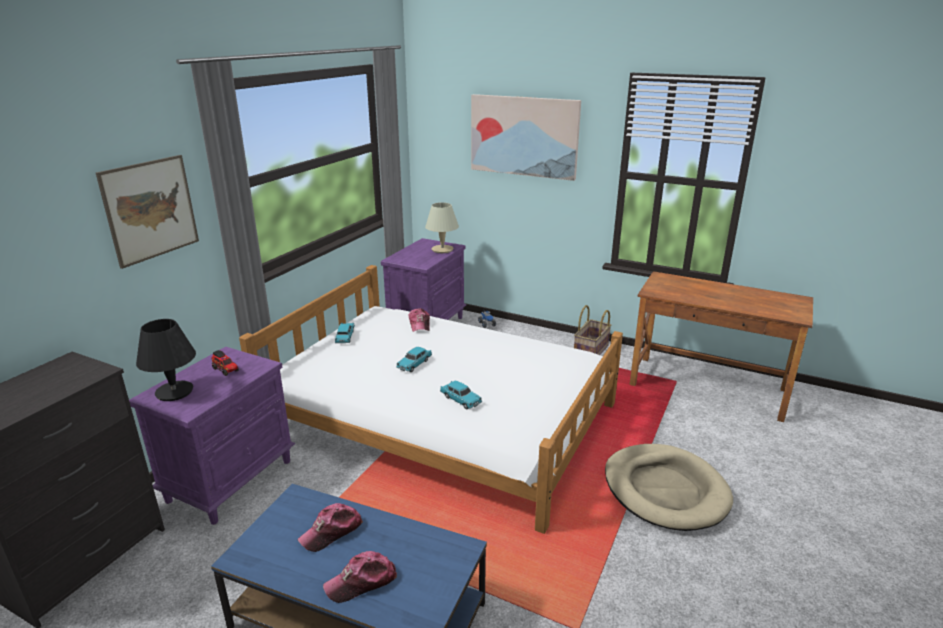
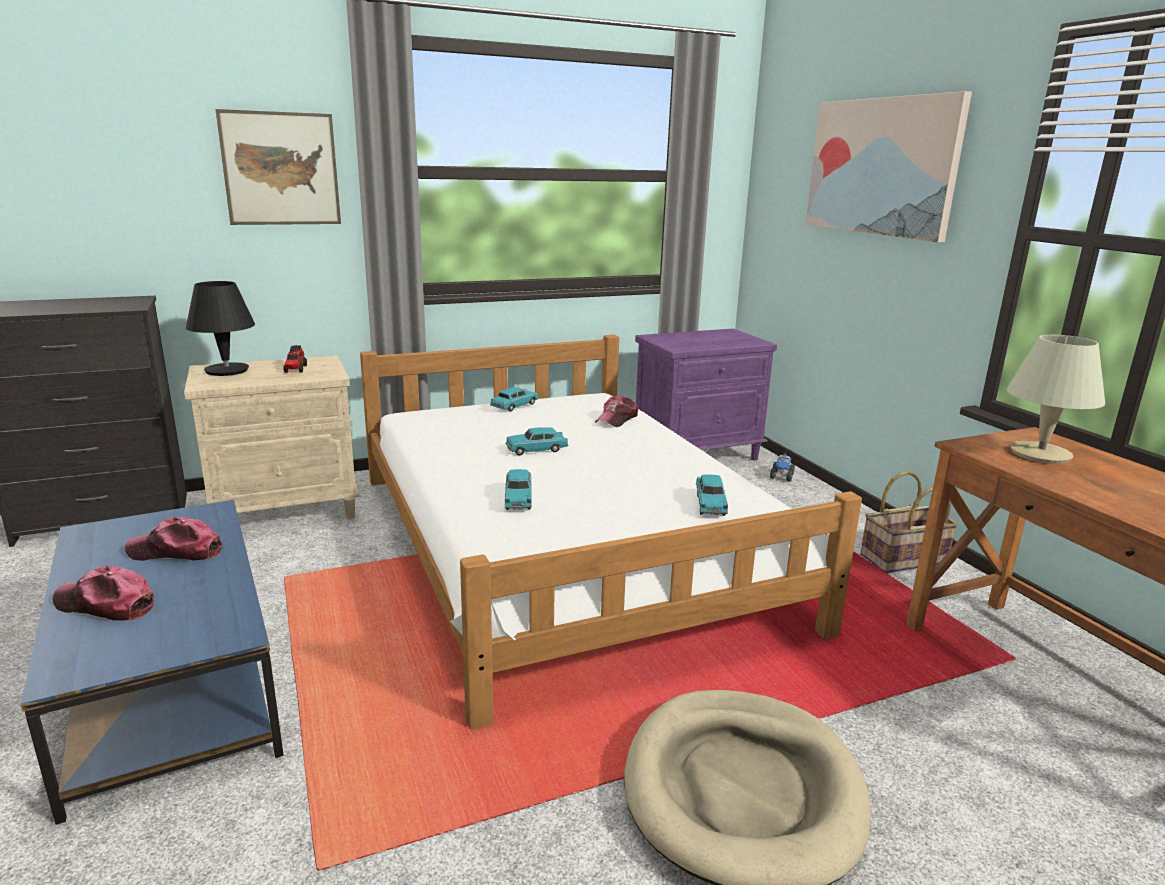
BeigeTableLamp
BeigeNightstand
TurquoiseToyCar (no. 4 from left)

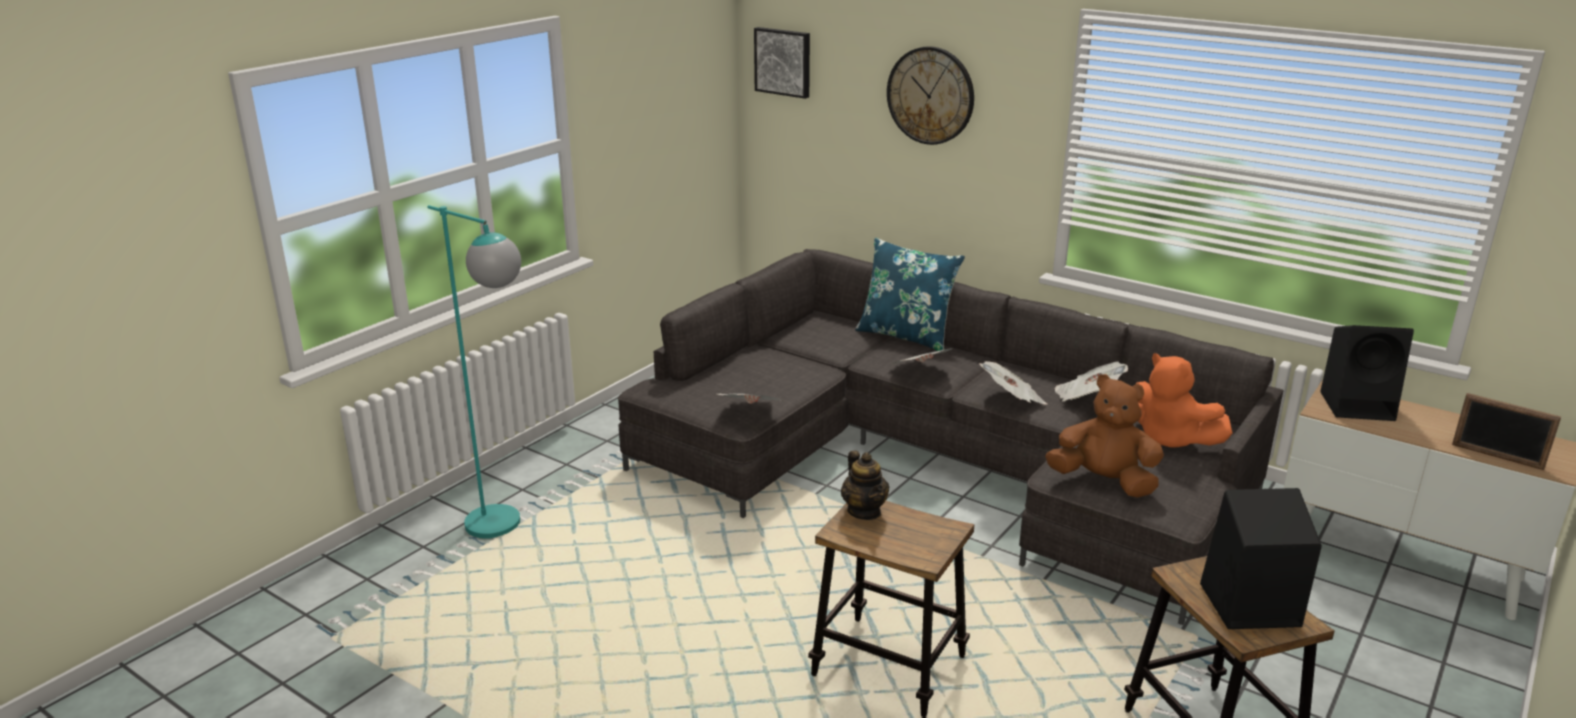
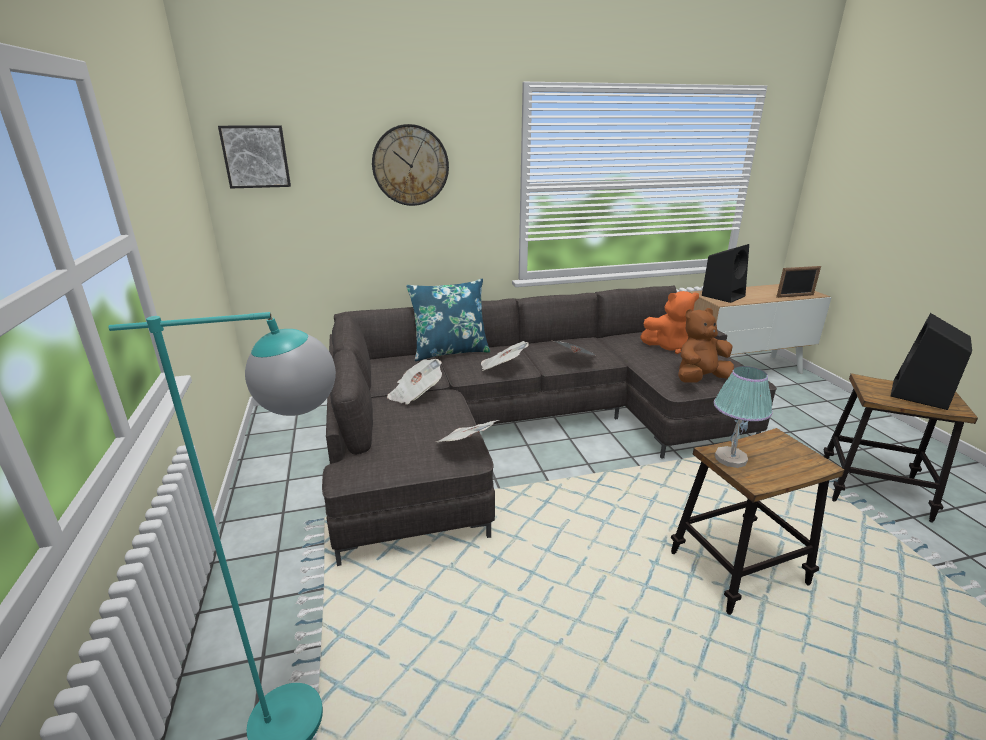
Newspaper (no. 1 from left)
TableLamp

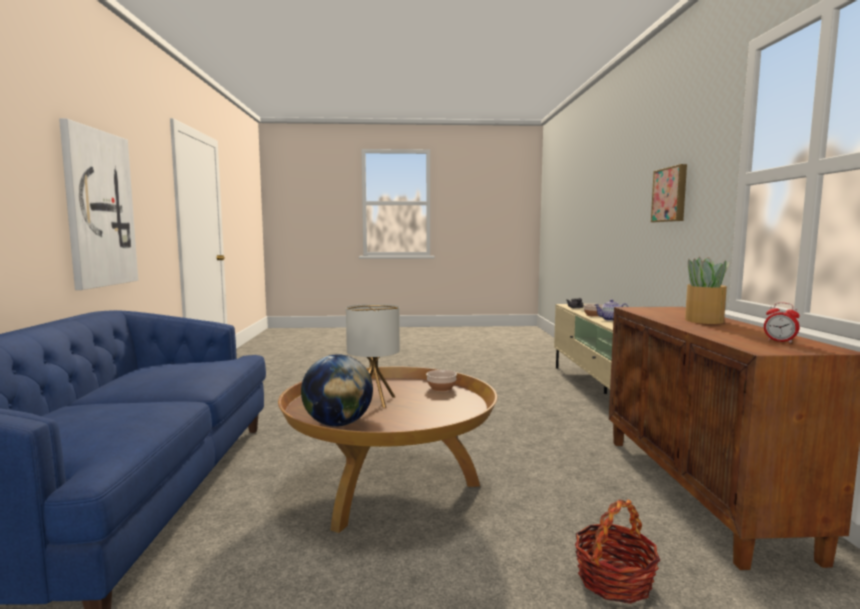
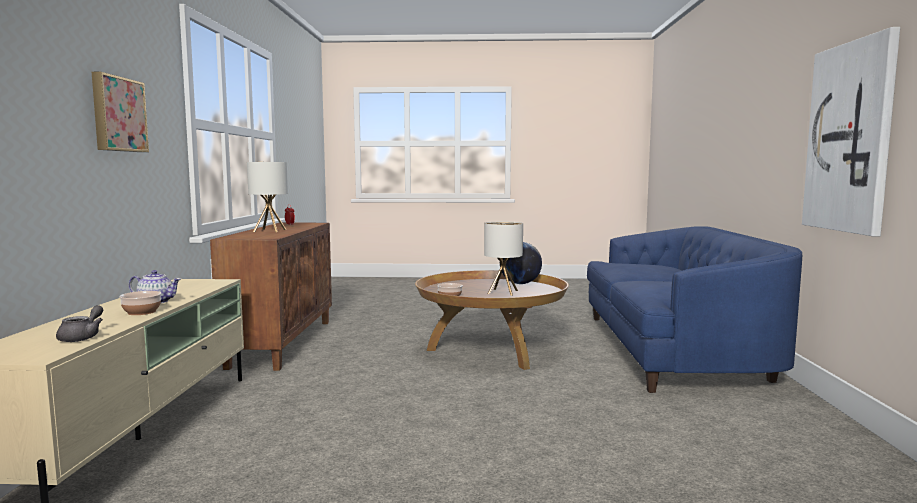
TableLamp (no. 1 from left)
Basket

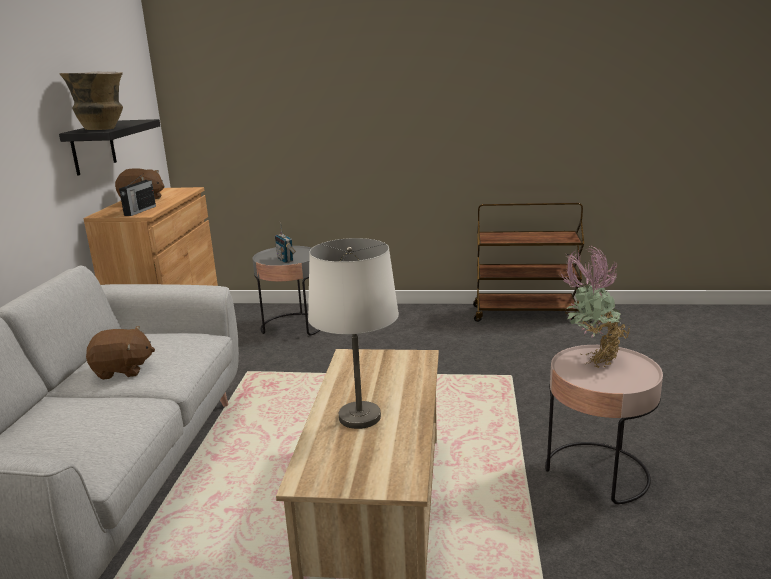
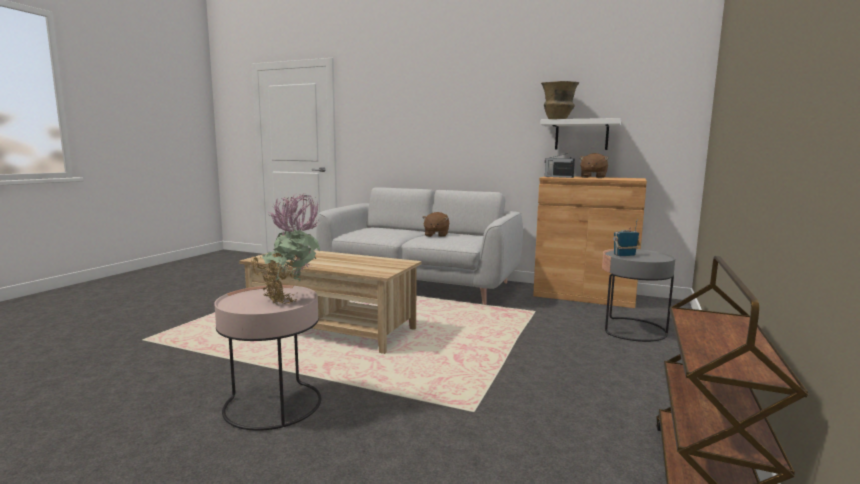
WhiteShelf
WhiteTableLamp

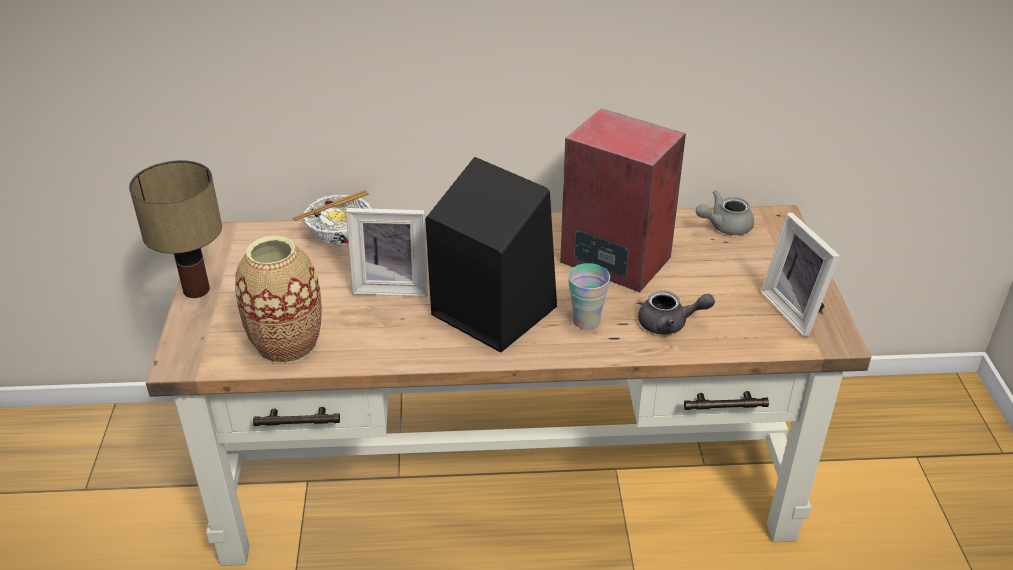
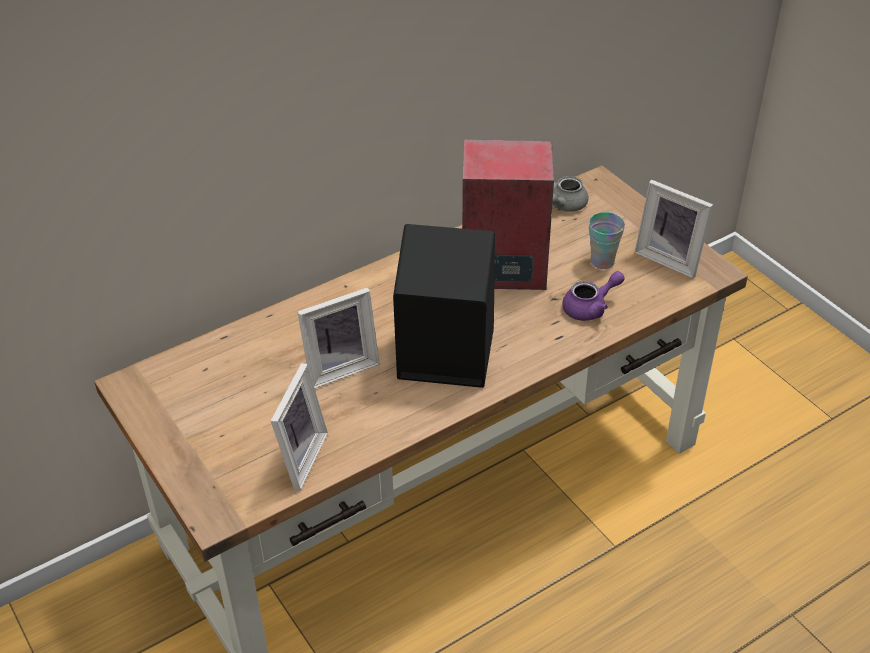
TableLamp
Bowl
PictureFrame (no. 1 from left)
Cup
PurpleTeapot

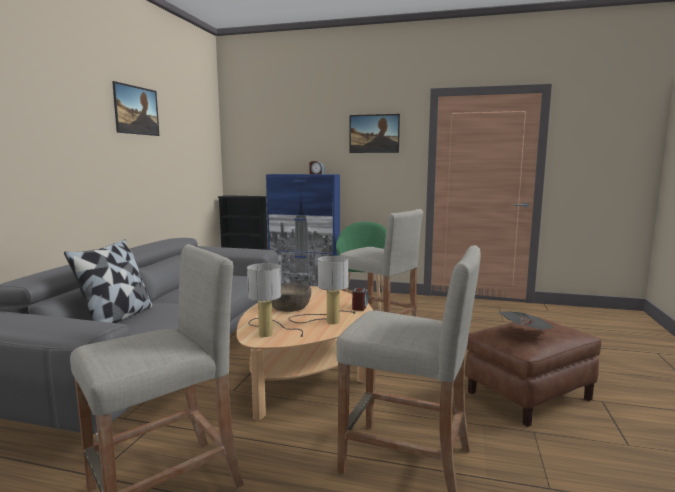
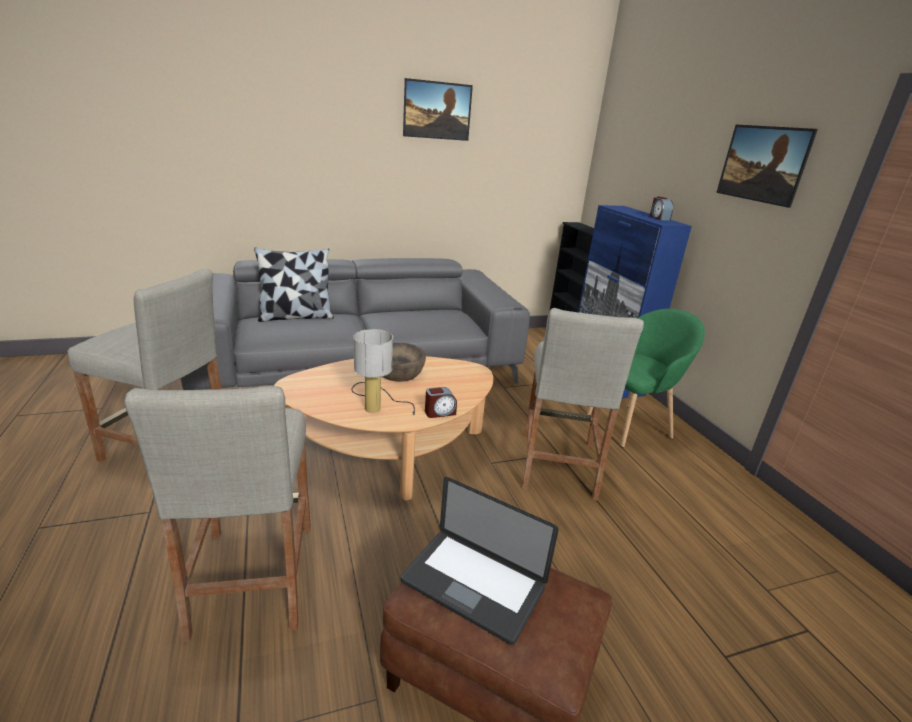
TableLamp (no. 1 from left in the first image)
Laptop

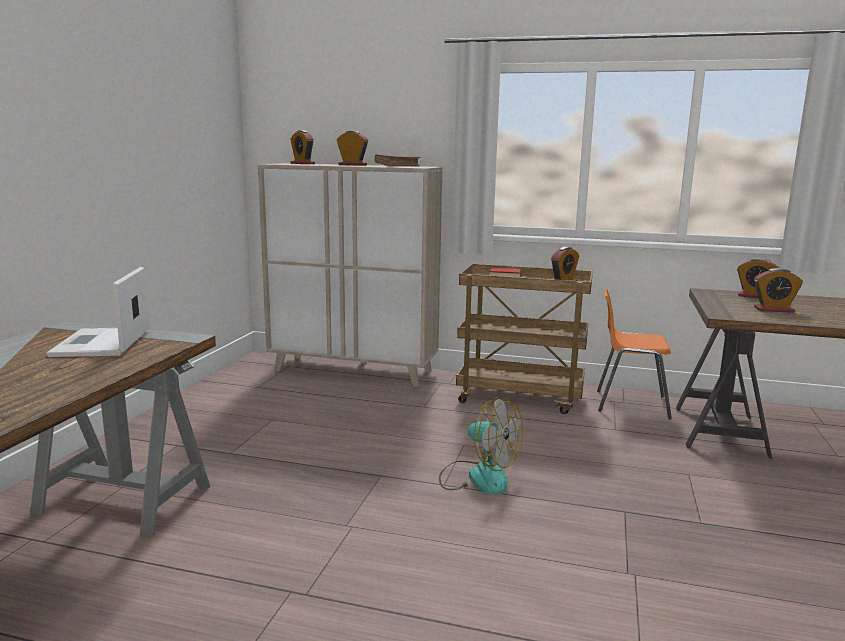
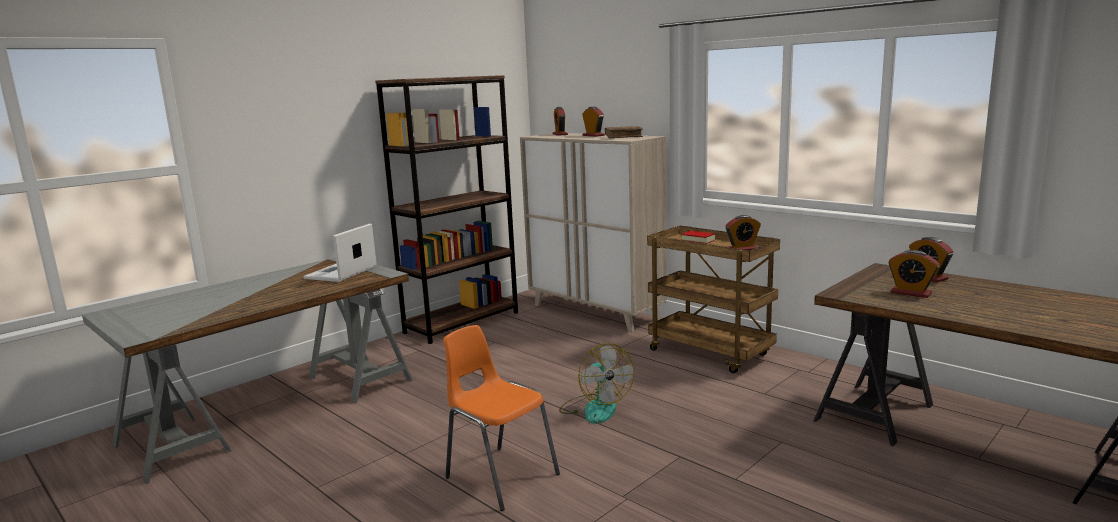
OrangeChair
BrownBookcase

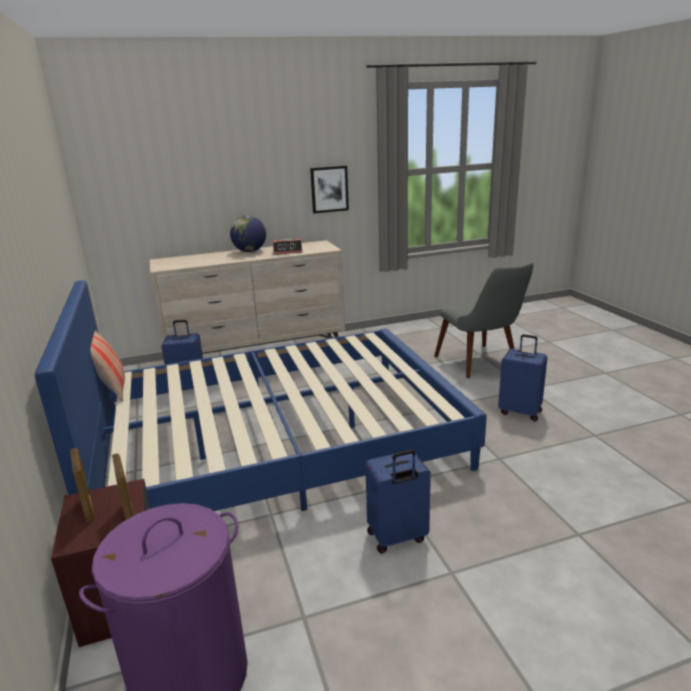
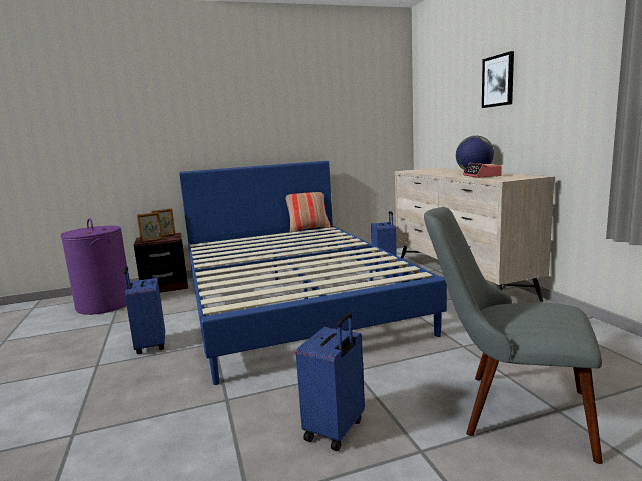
Picture
GreyChair

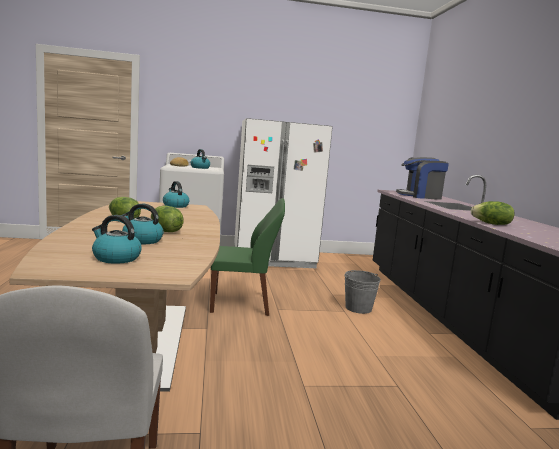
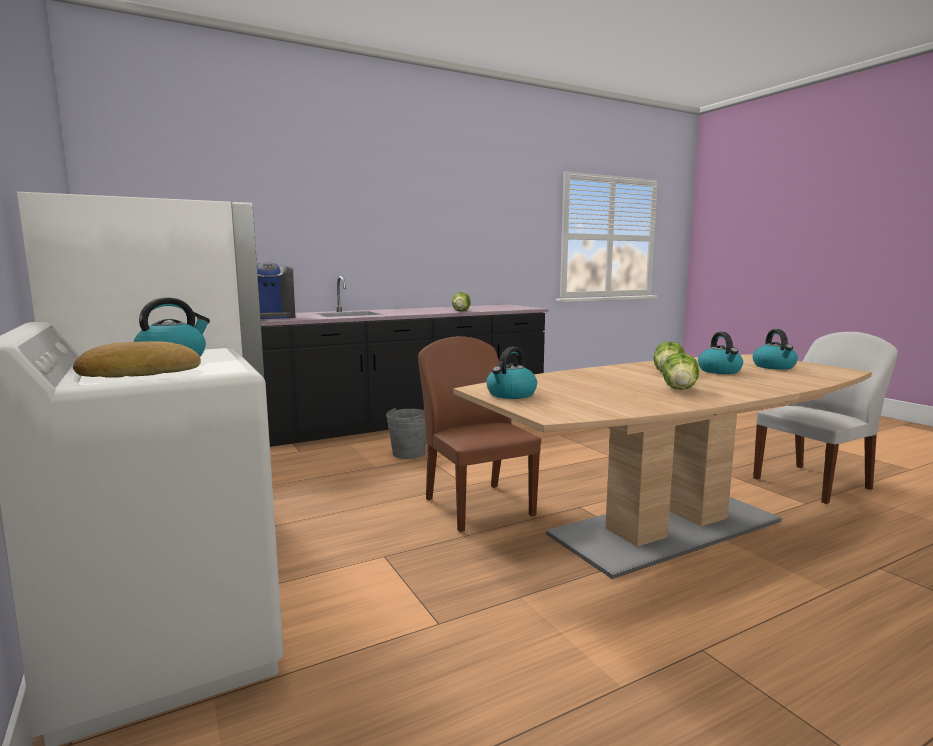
BrownChair

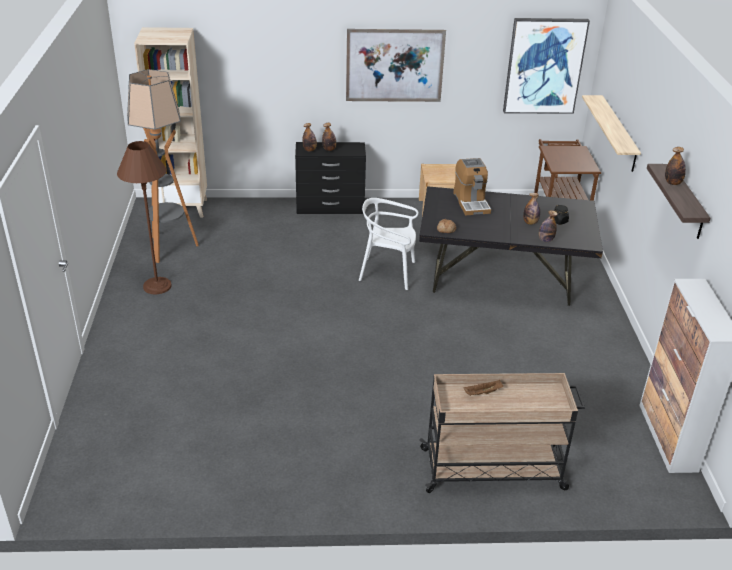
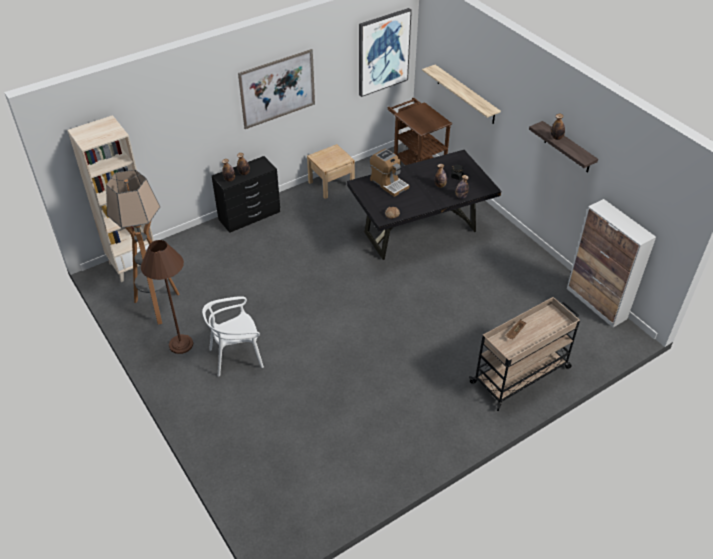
WhiteChair

